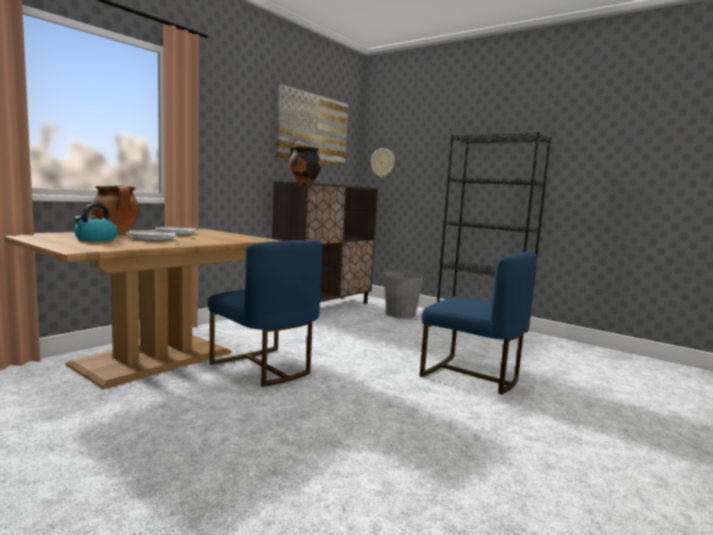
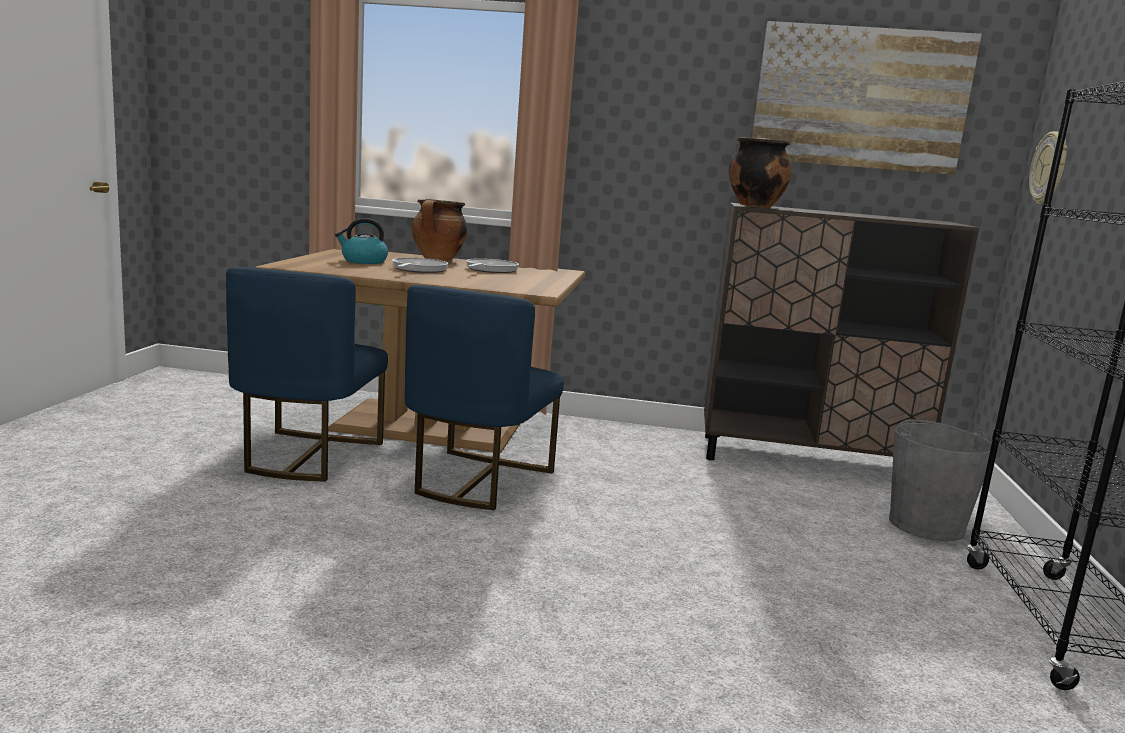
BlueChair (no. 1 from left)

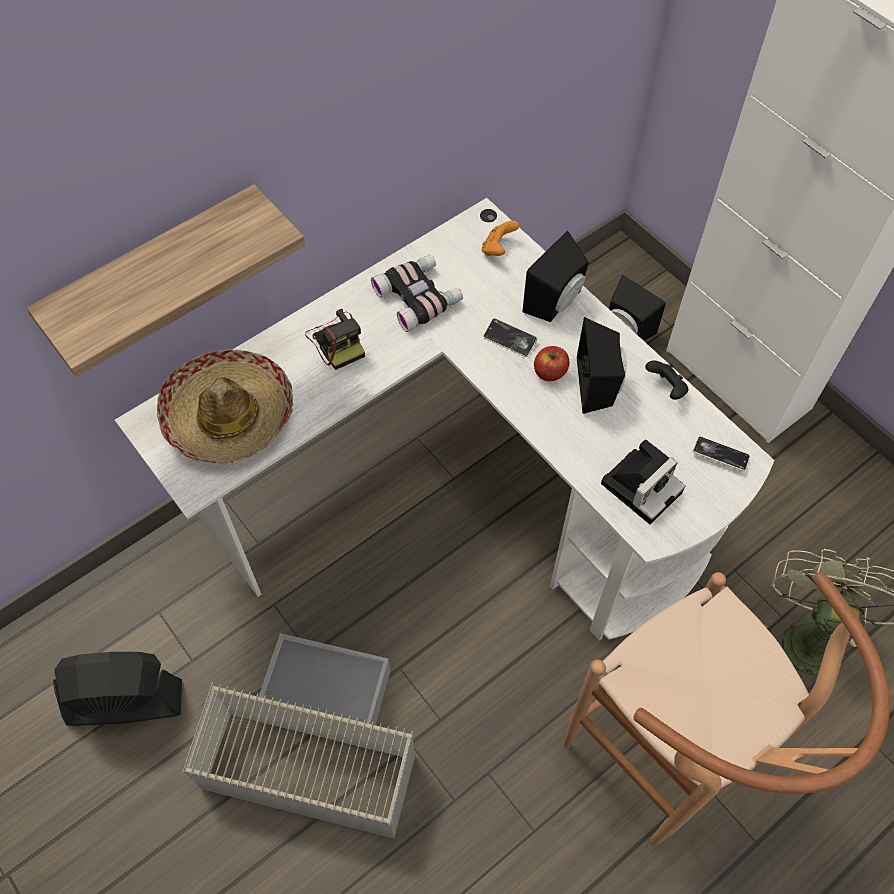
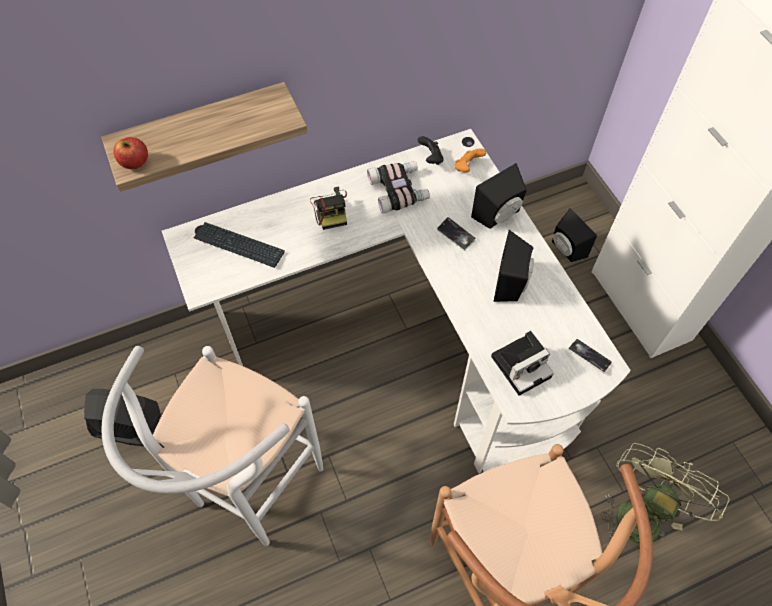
Apple
Keyboard
BlackGameController
WhiteStool

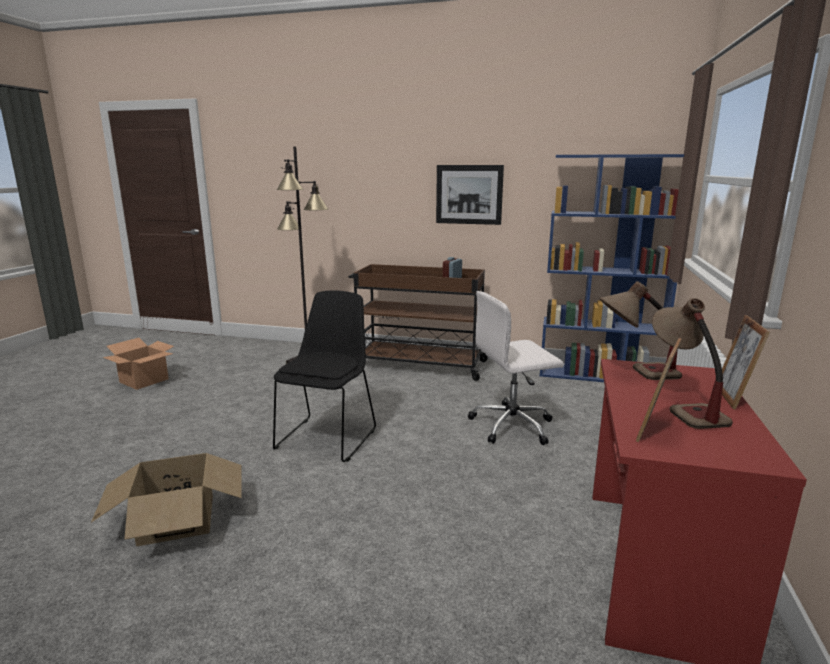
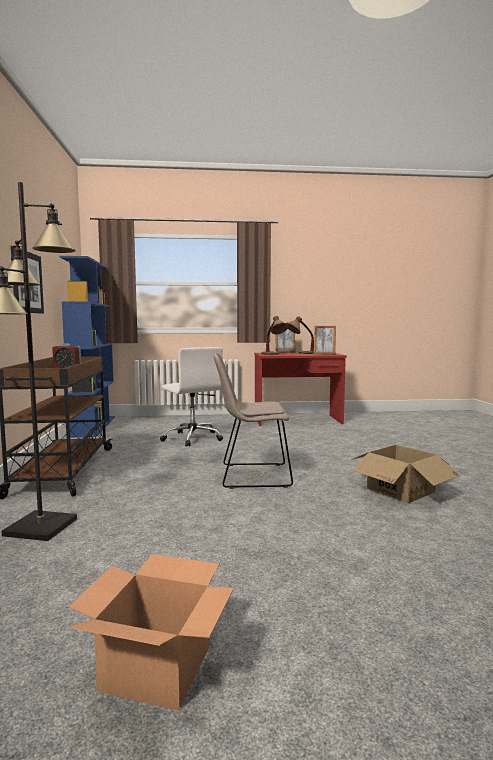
BeigeChair

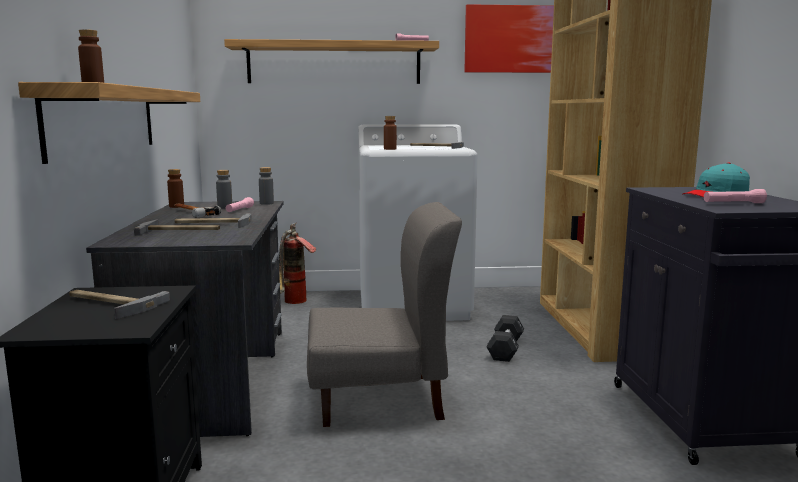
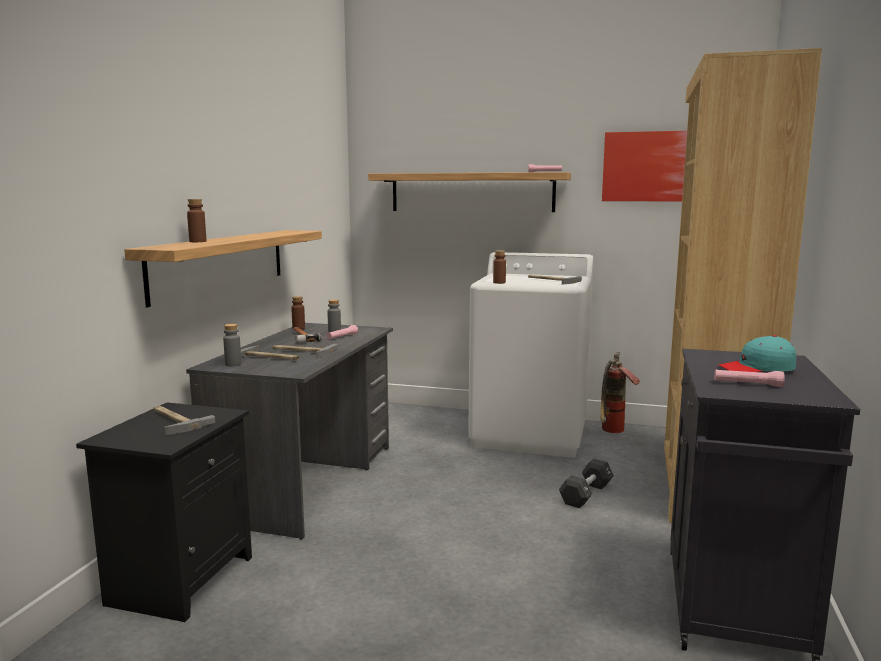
GreyBottle (no. 1 from left)
GreyChair
FireExtinguisher

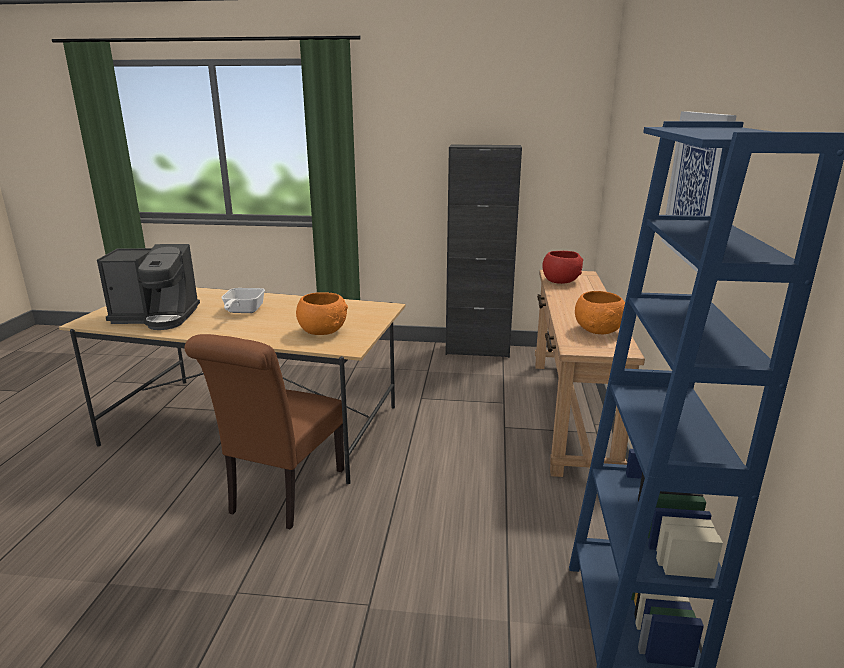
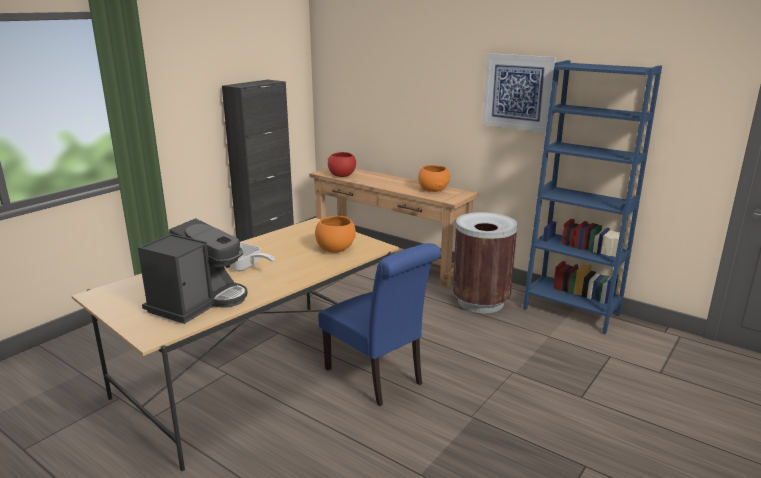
BlueChair
BrownTrashCan

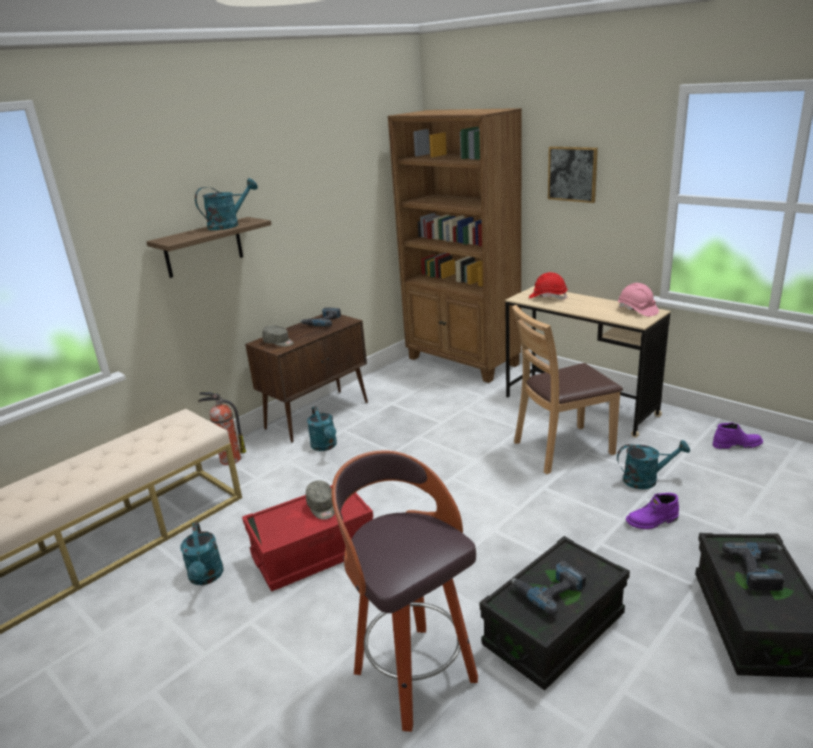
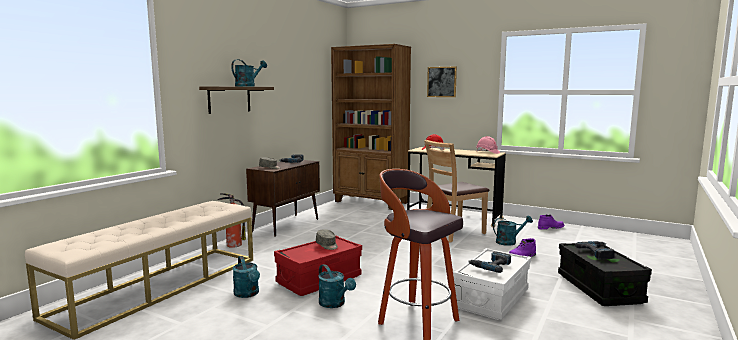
TurquoiseWateringCan (no. 3 from left)
WhiteStorageBox

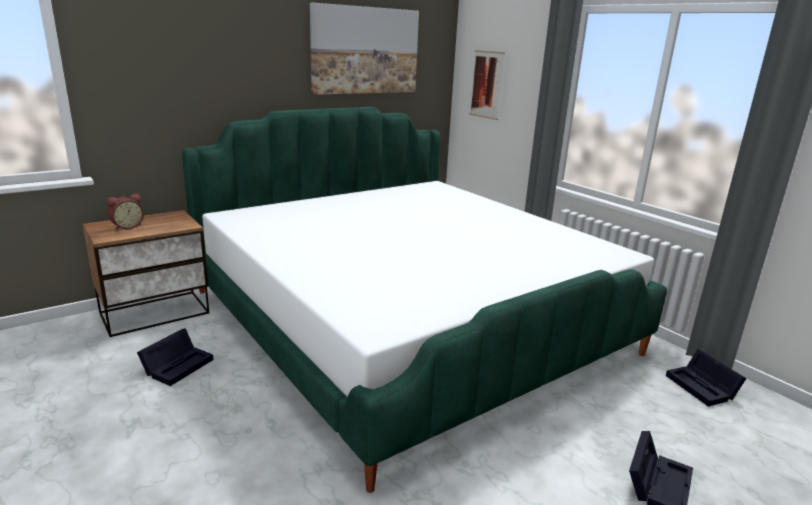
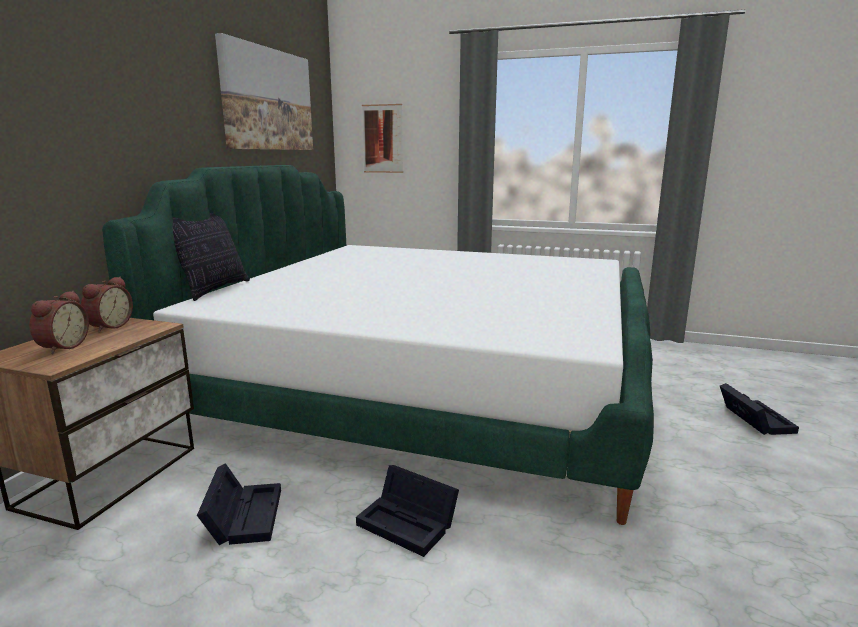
BlackStorageBox (no. 2 from left)
Pillow
AlarmClock (no. 2 from left)

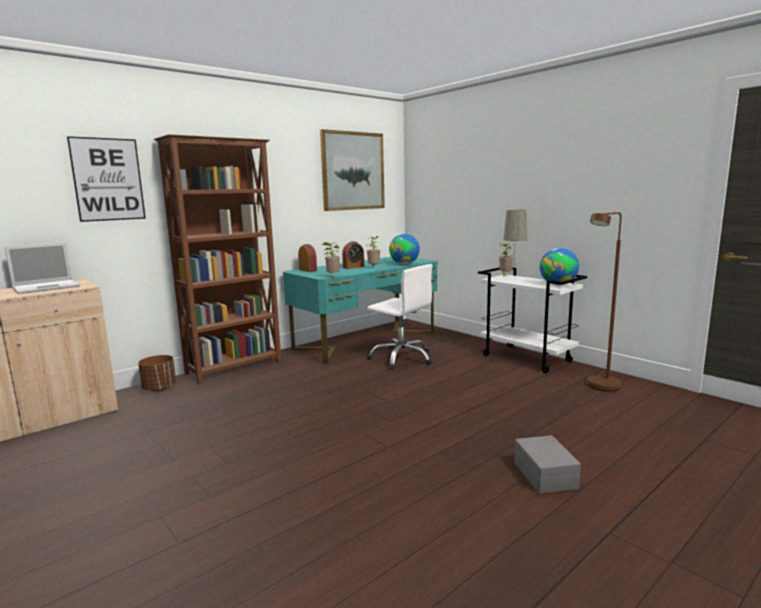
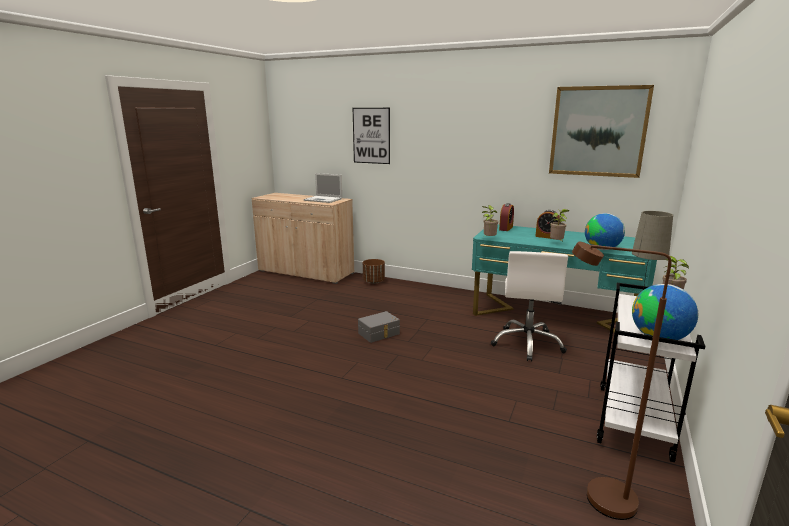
BrownBookcase
GreyStorageBox

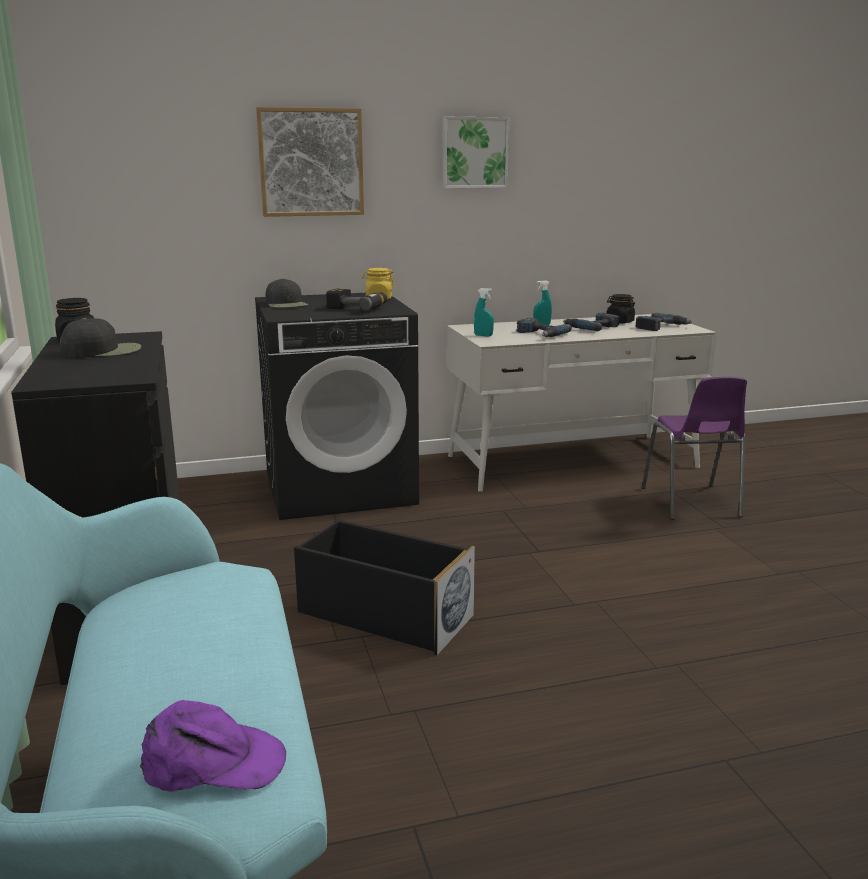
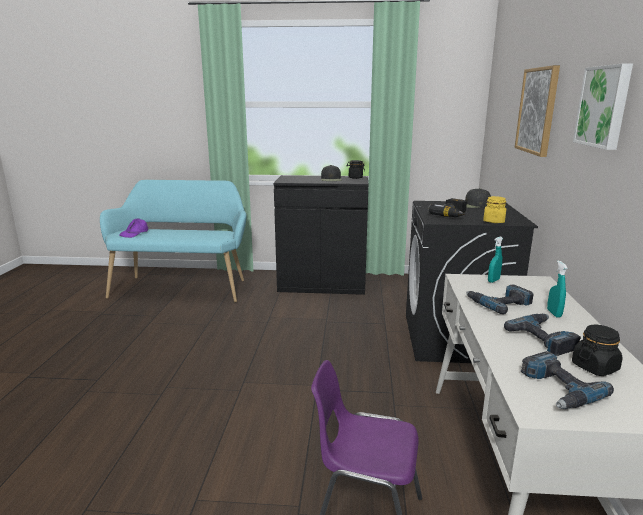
BlackStorageBox

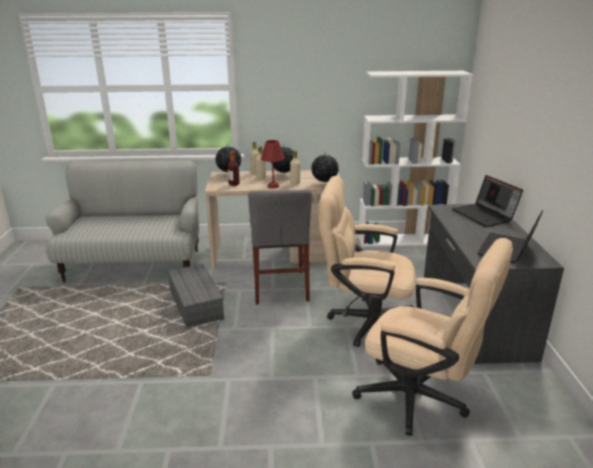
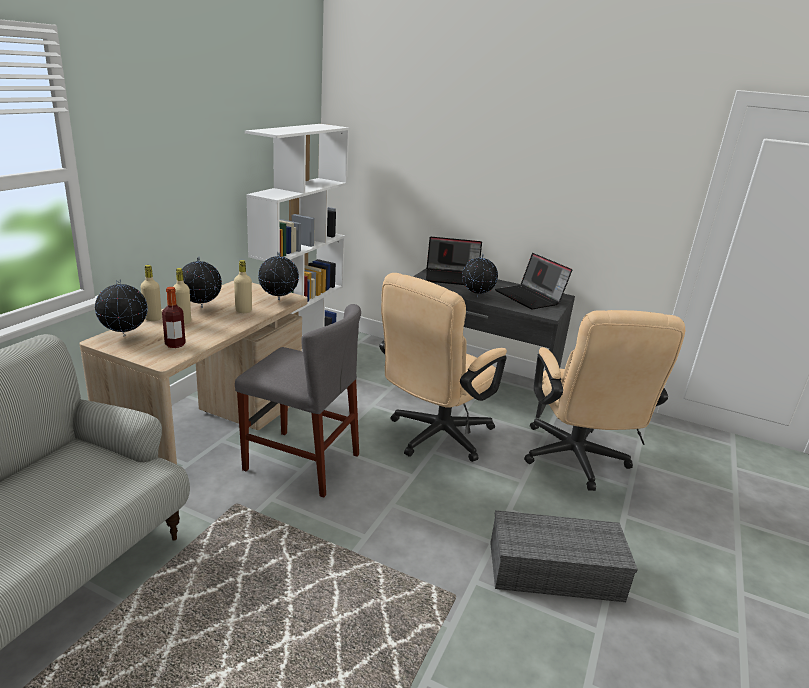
RedTableLamp
BeigeOfficeChair (no. 2 from left)
GreyStorageBox
Globe (no. 4 from left)

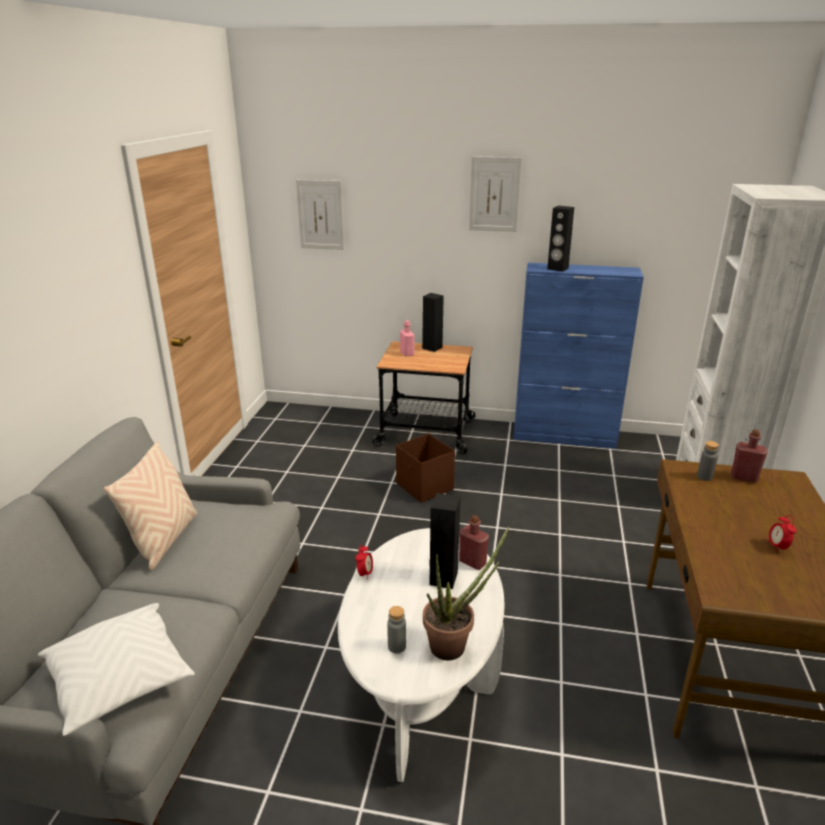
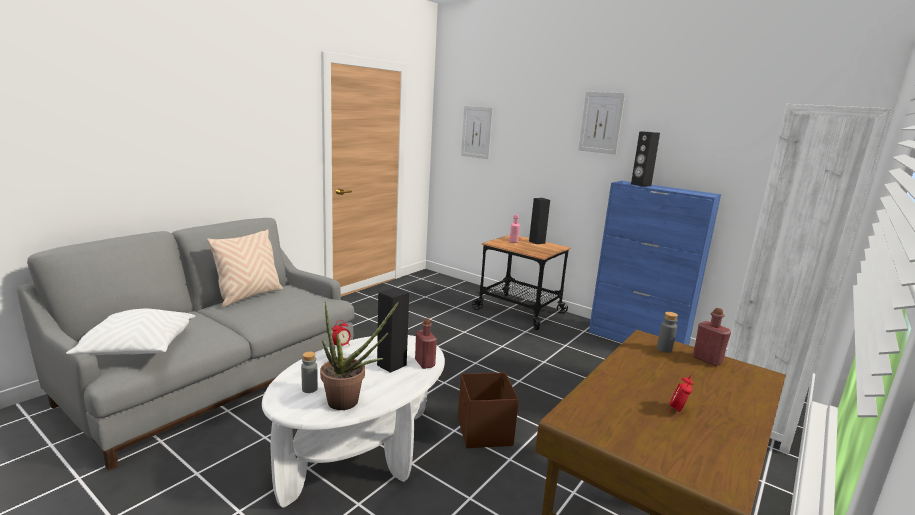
BrownStorageBox

